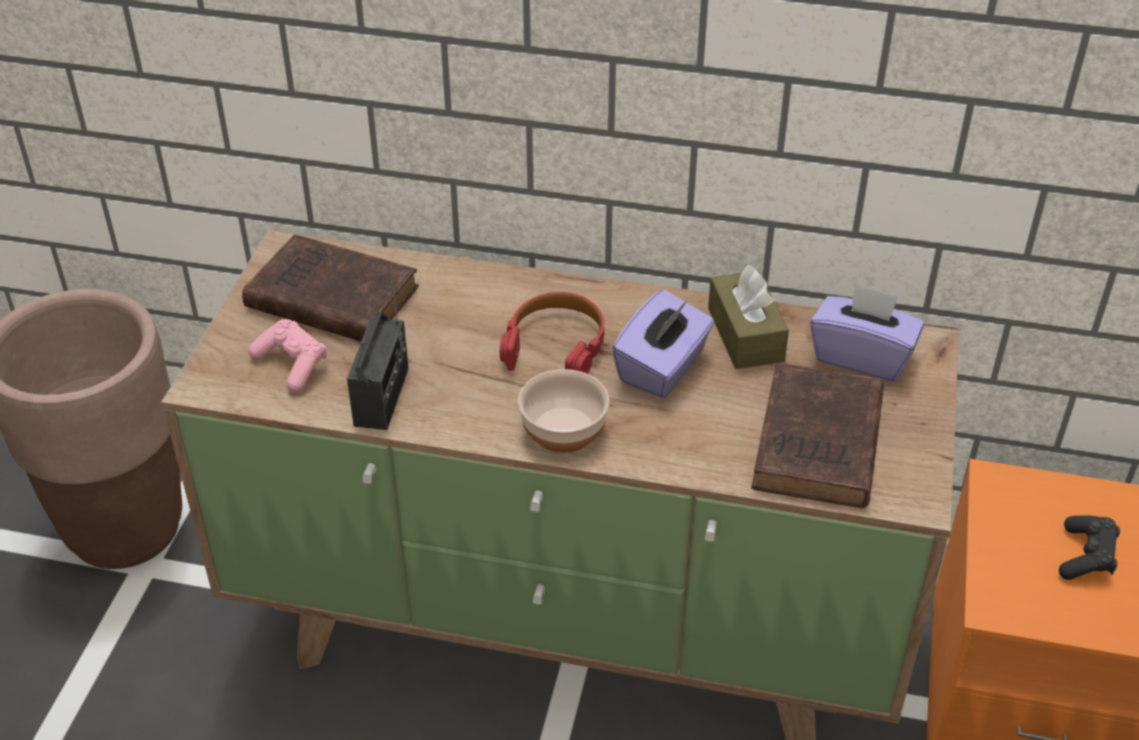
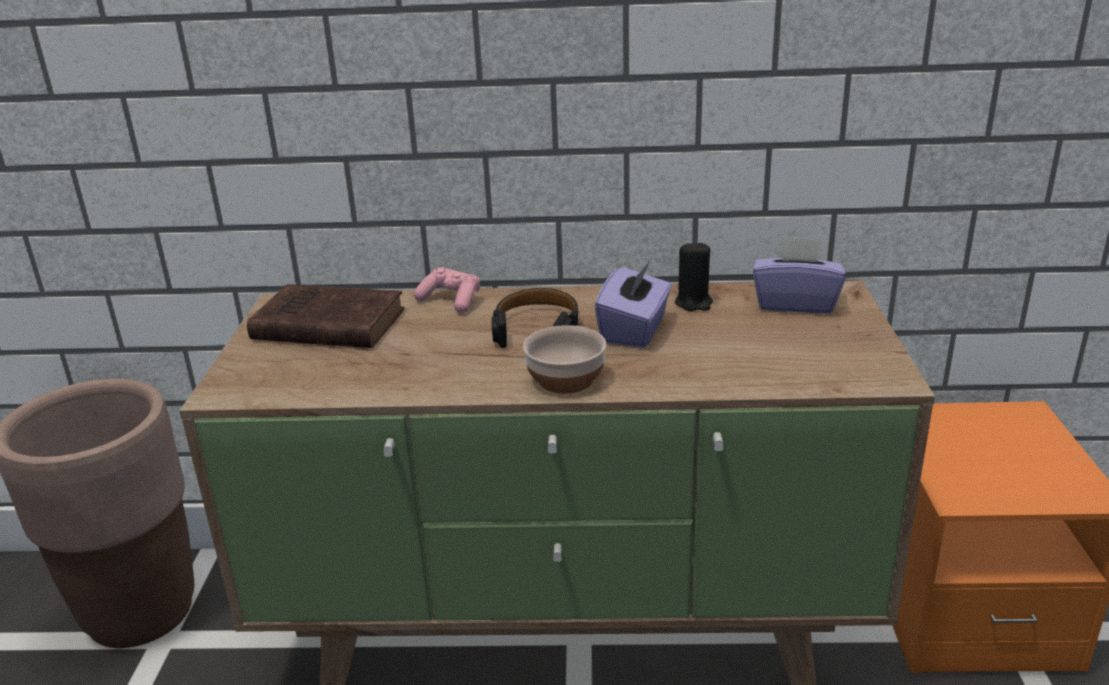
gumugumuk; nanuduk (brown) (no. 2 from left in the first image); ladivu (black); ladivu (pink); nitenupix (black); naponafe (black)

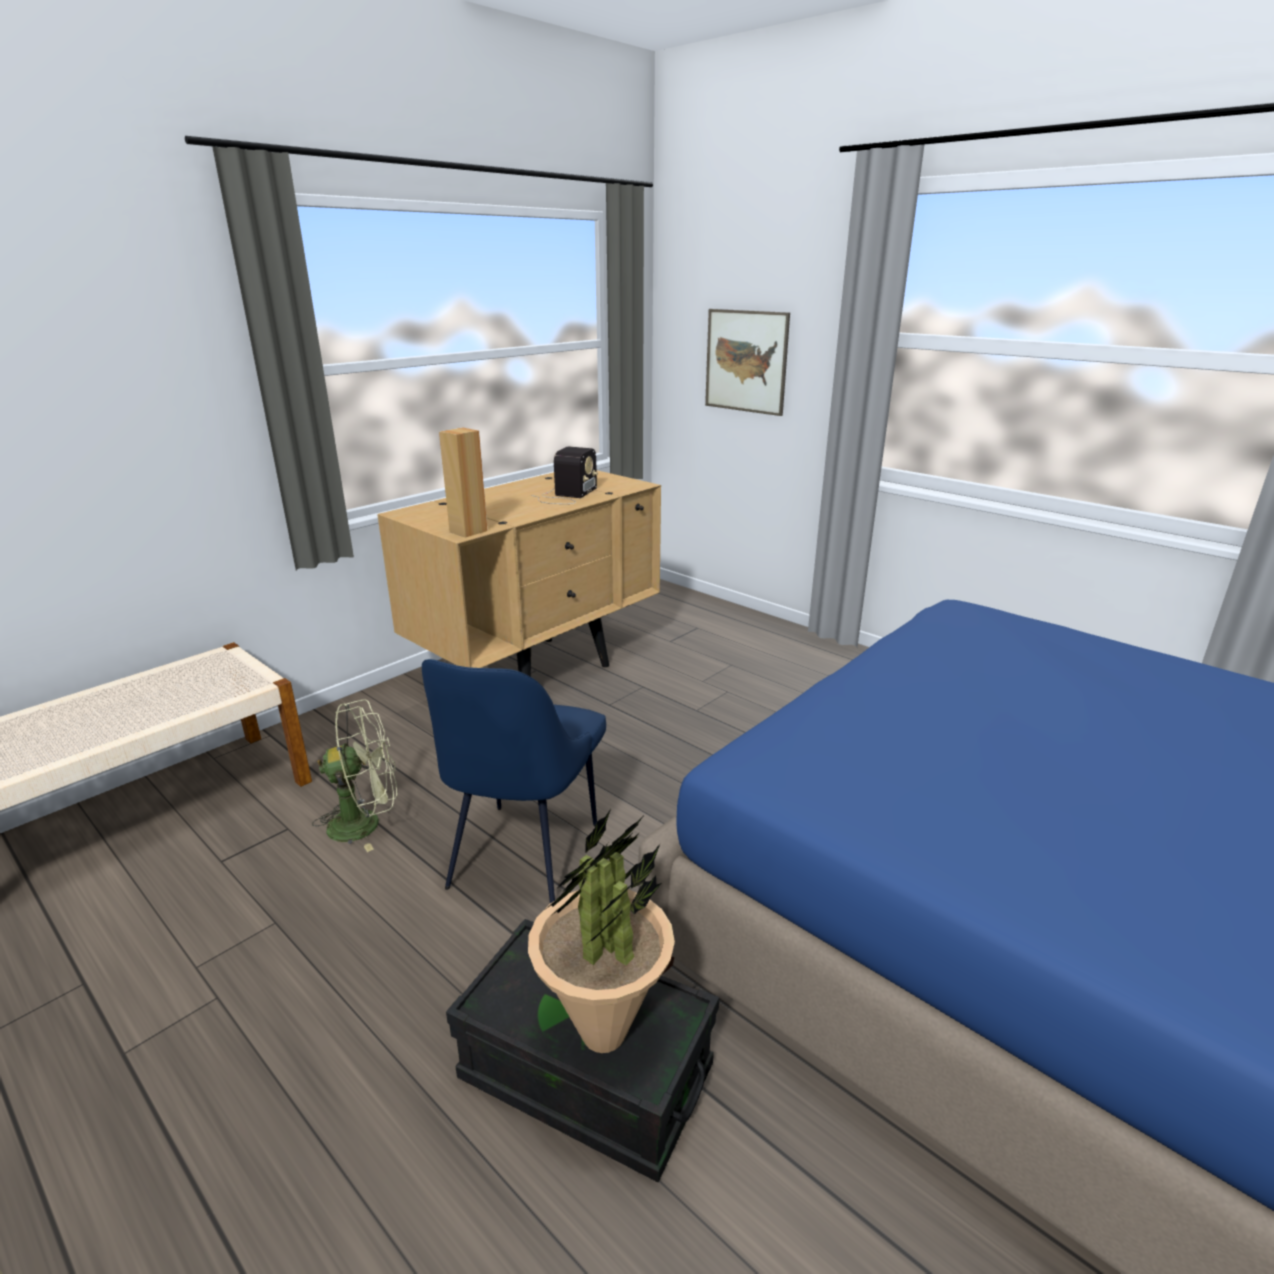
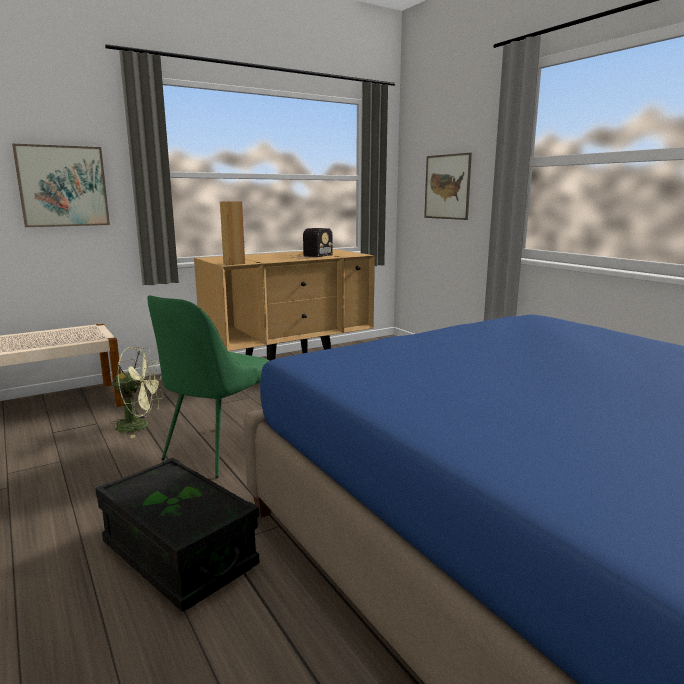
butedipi; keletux (no. 1 from left); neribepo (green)

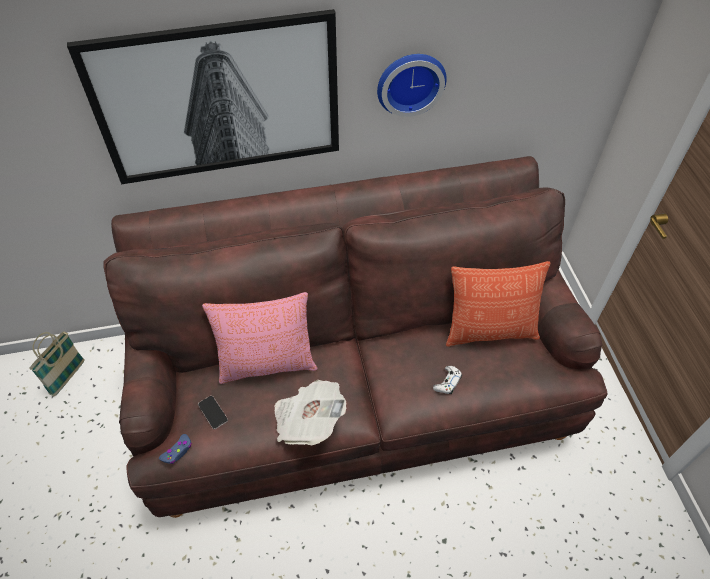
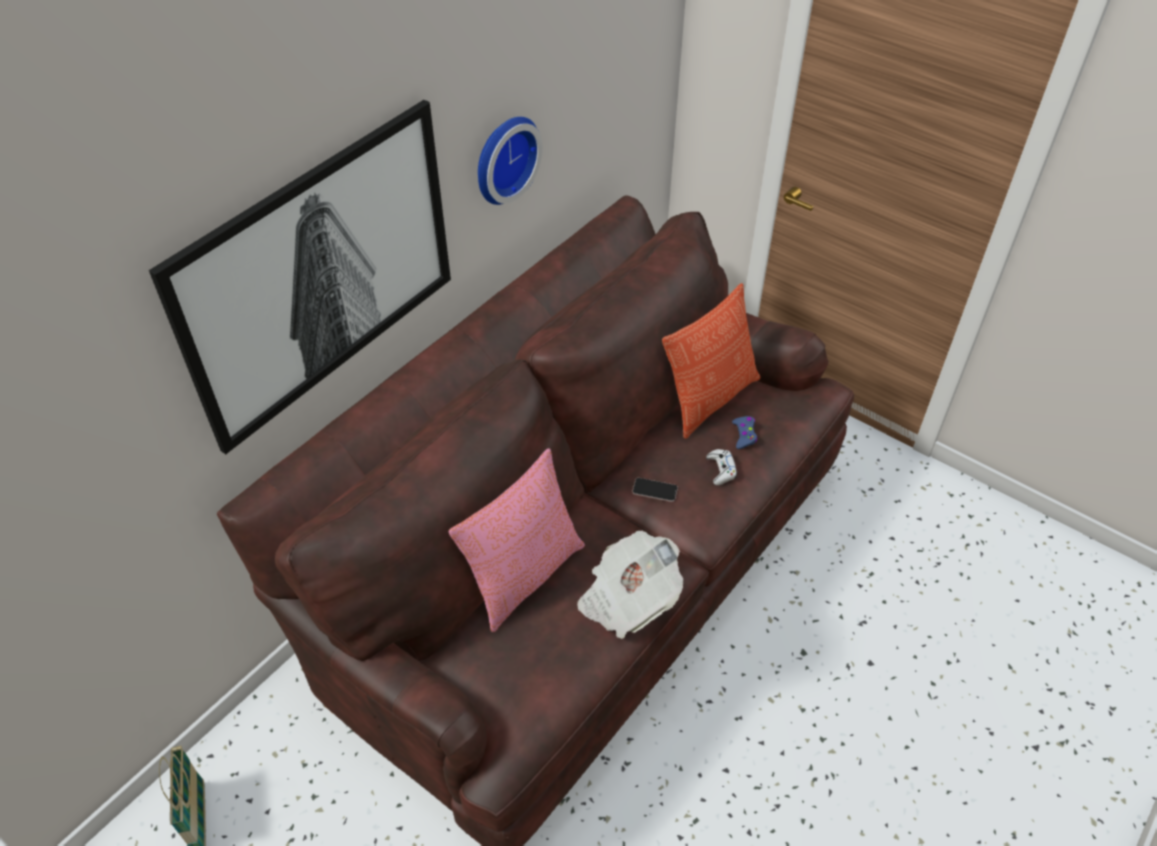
ladivu (blue); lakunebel

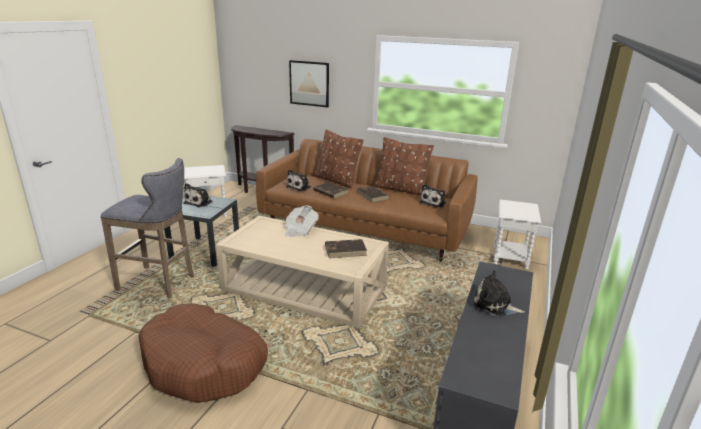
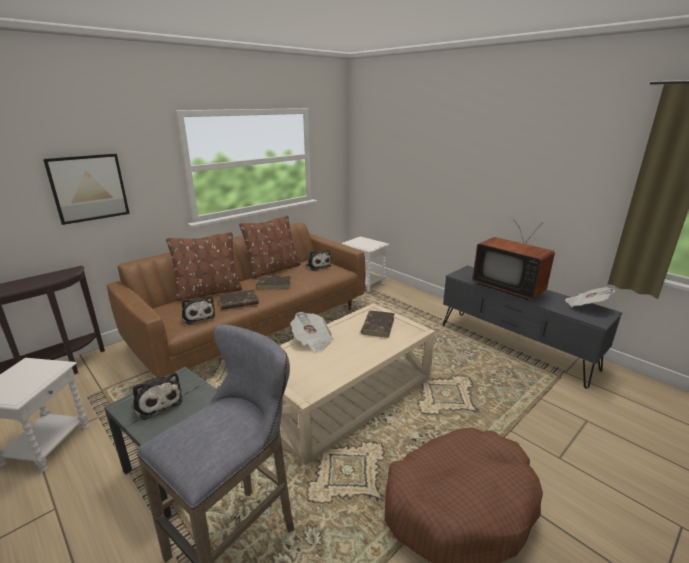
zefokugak (no. 2 from left); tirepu

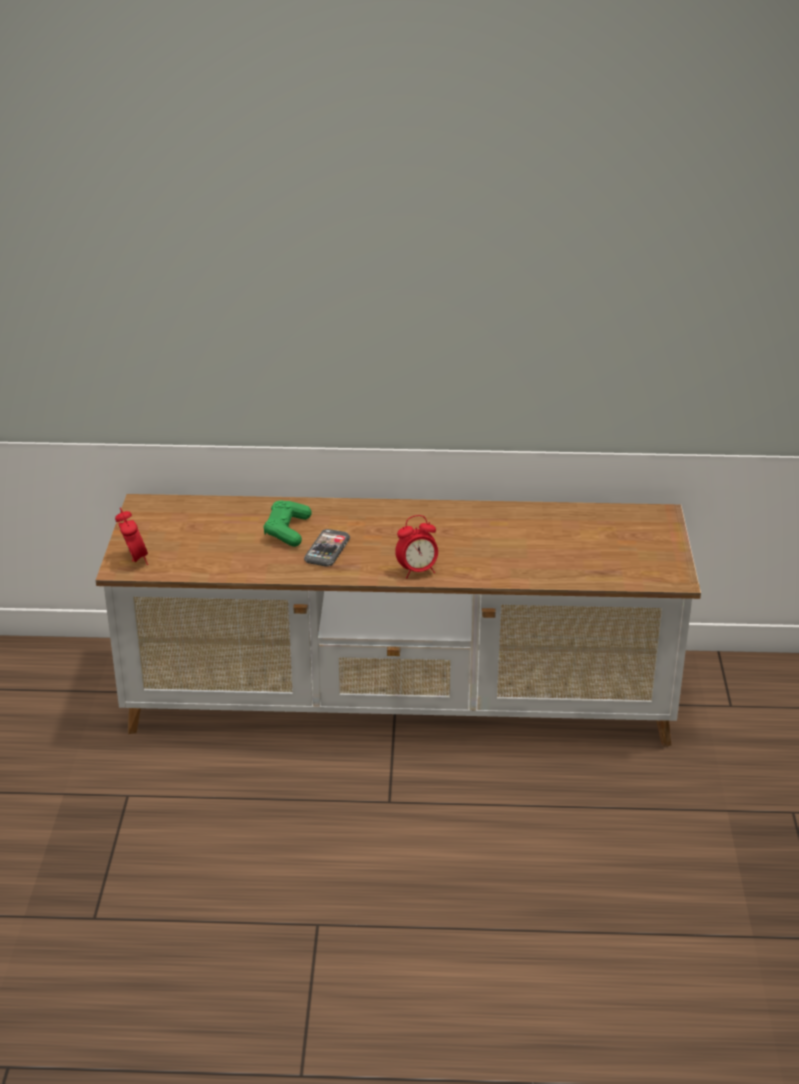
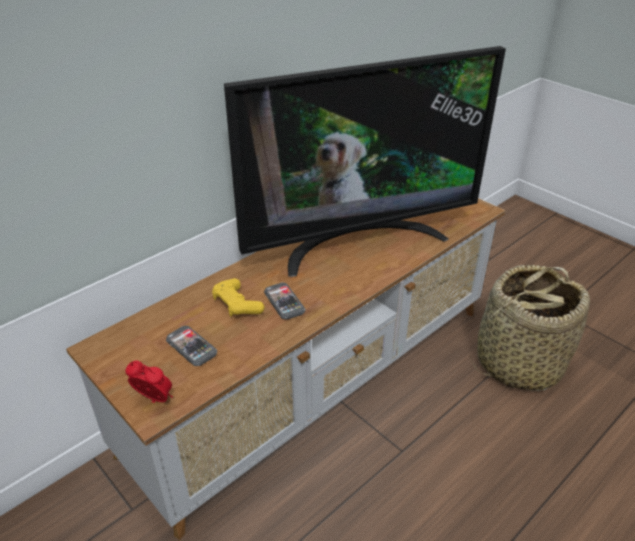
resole (no. 2 from left in the first image); lakunebel (no. 1 from left); tirepu; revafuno; ladivu (yellow)

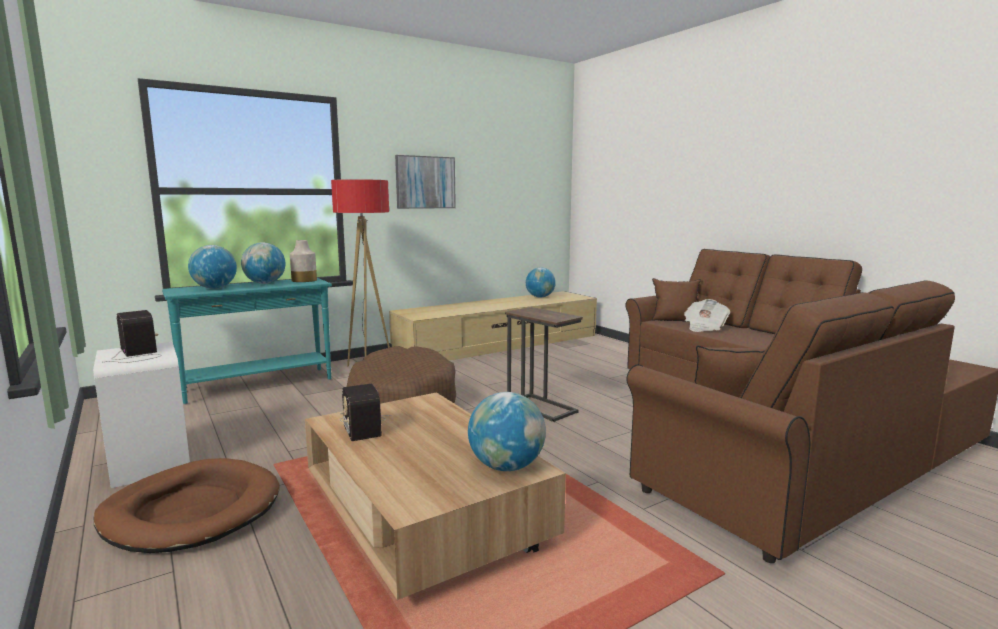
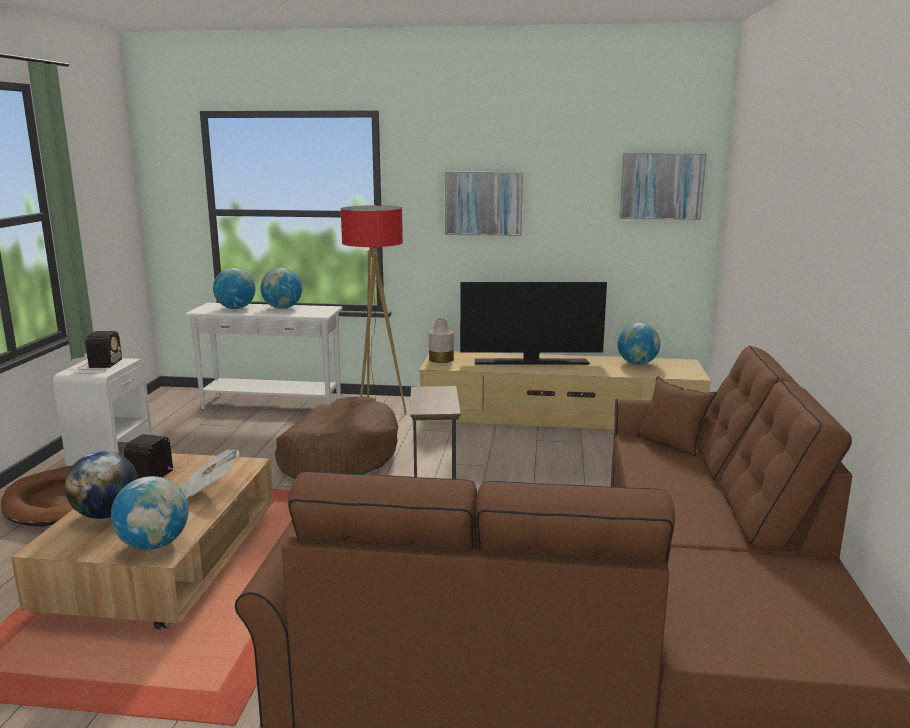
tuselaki (no. 1 from left); tirepu; keletux (no. 2 from left); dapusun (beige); zefokugak; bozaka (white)

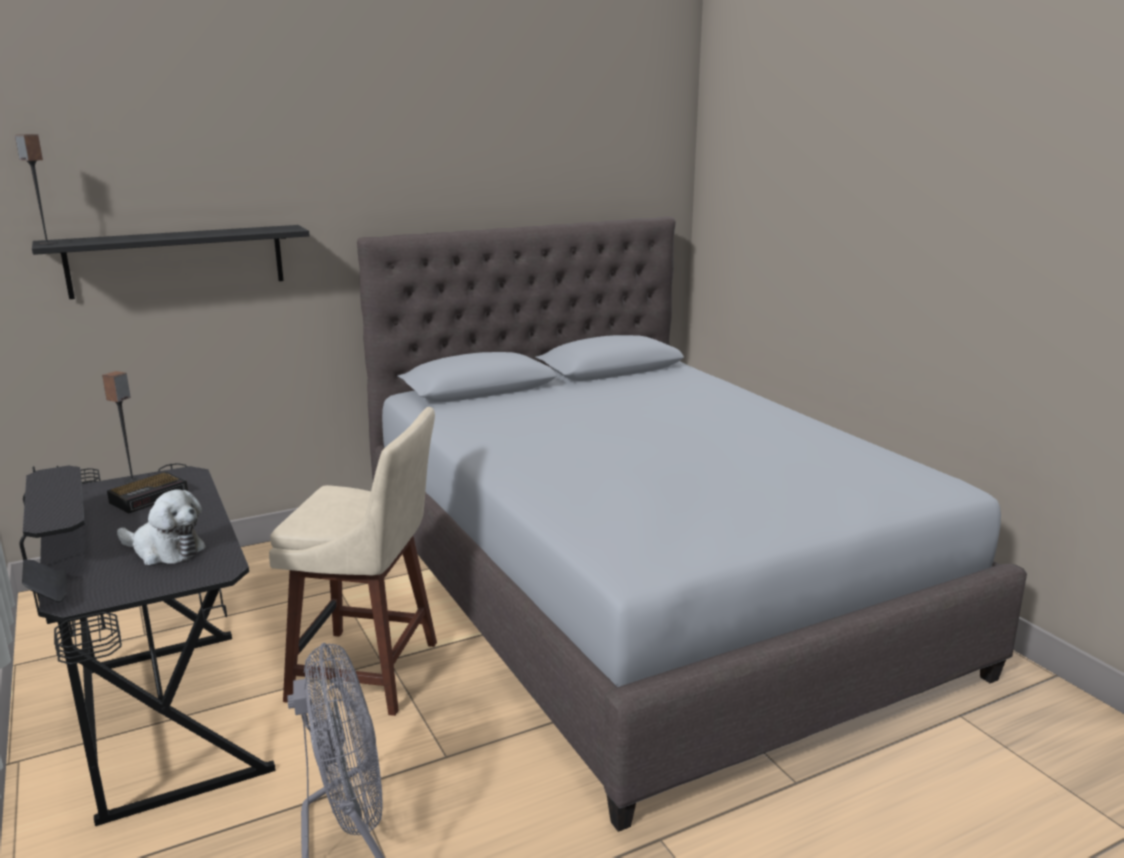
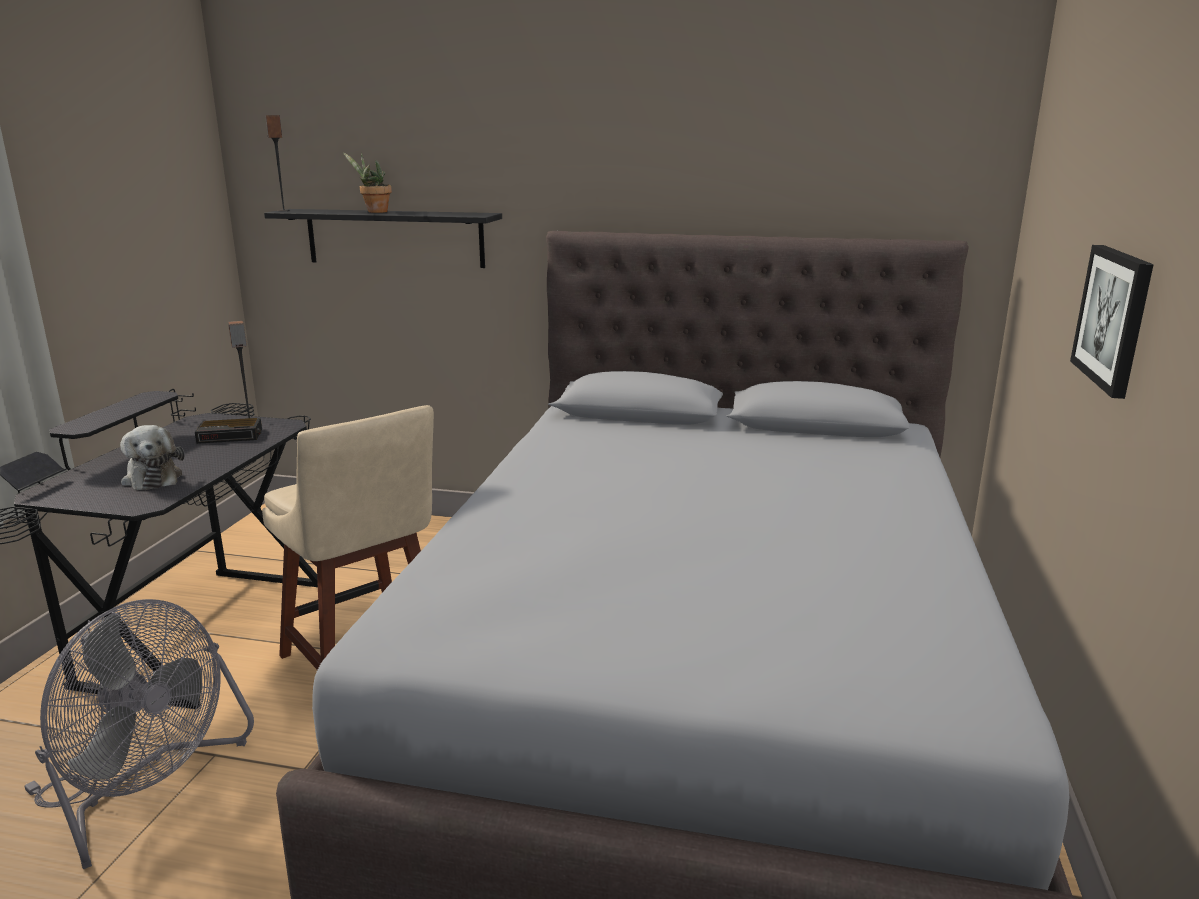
butedipi; keletux

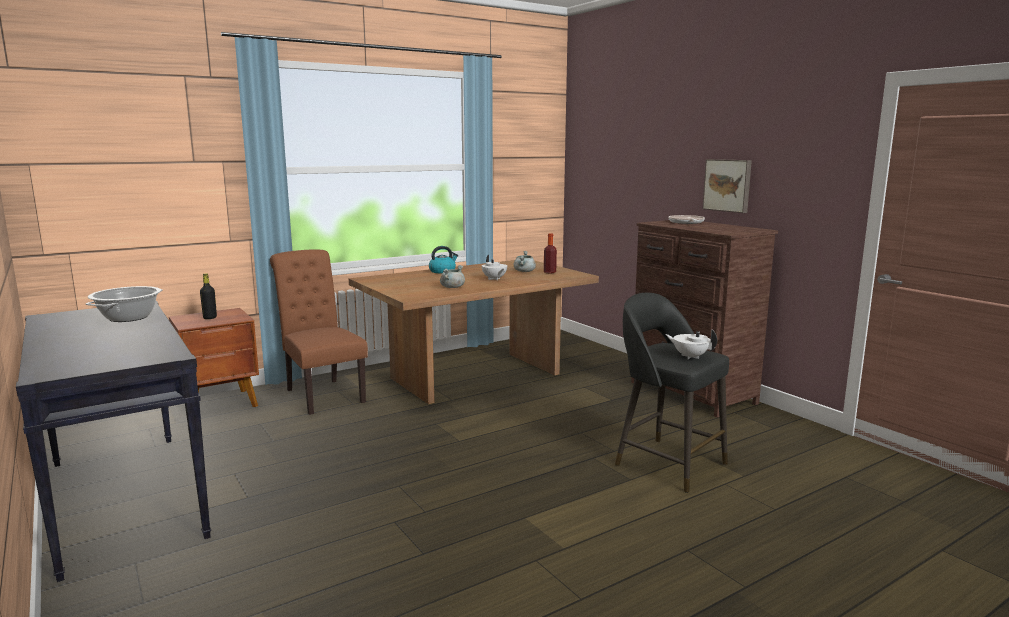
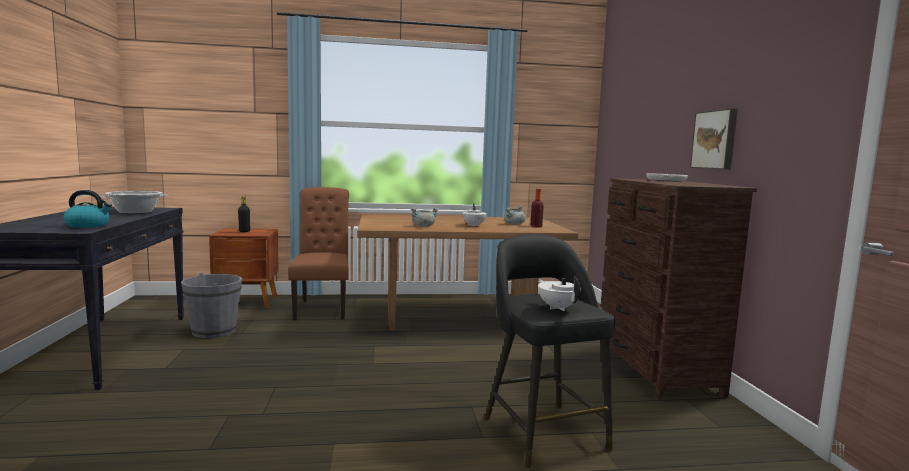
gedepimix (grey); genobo

